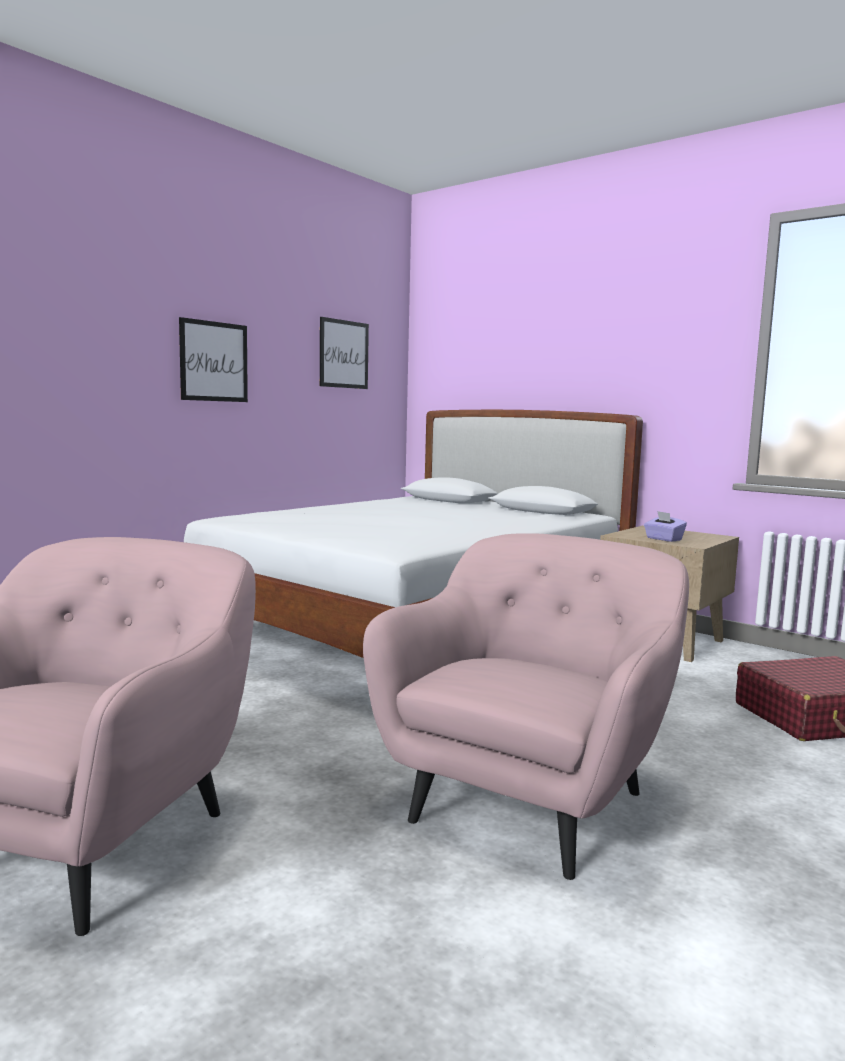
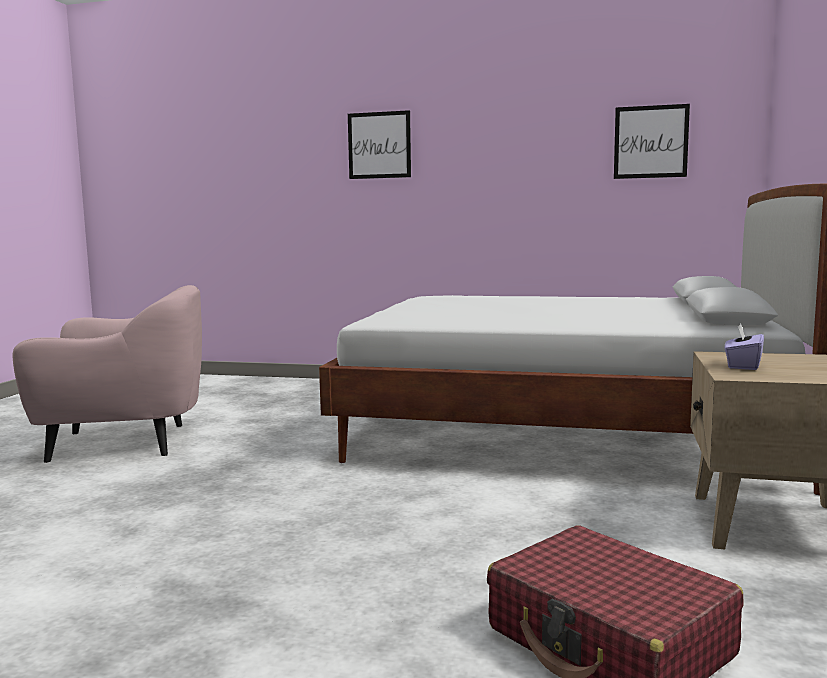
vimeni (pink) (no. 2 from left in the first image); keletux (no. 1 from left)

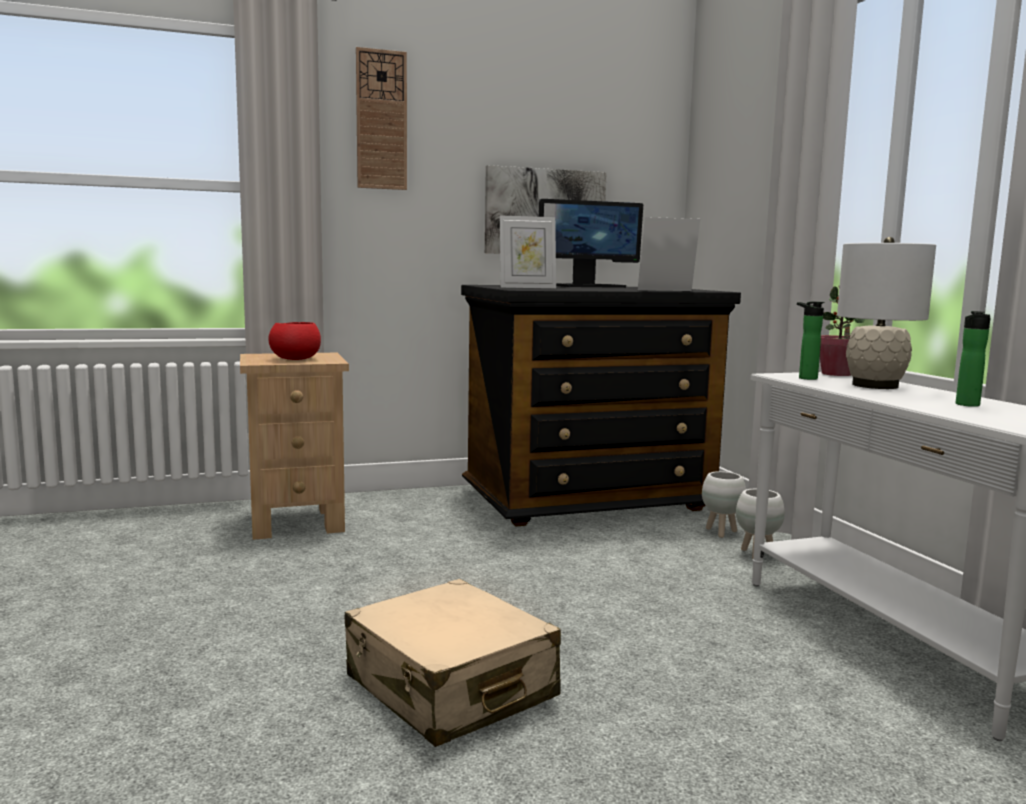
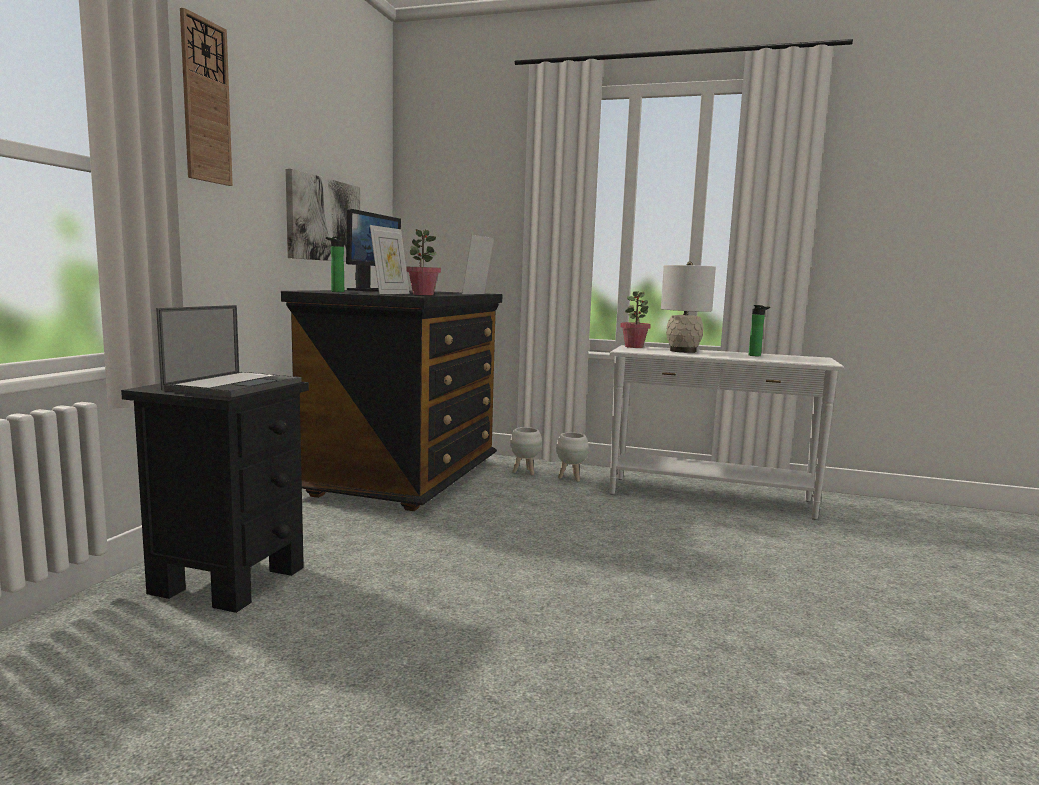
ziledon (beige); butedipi (no. 1 from left); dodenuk (no. 1 from left); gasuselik; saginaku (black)

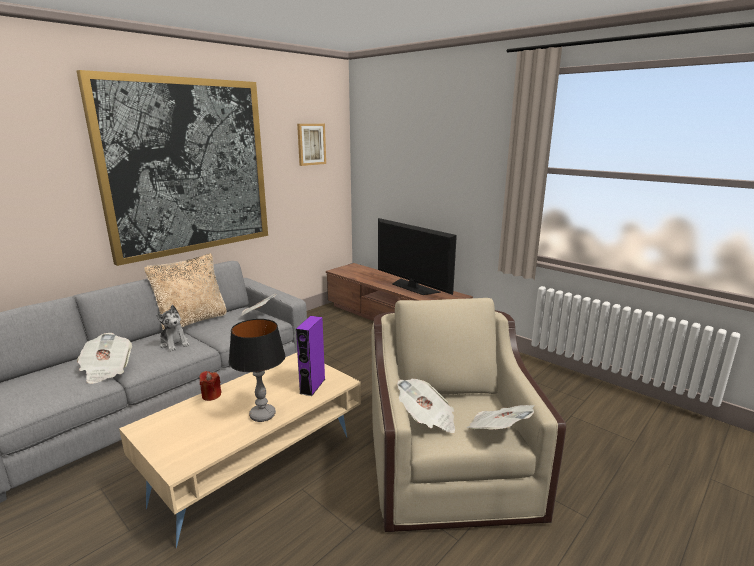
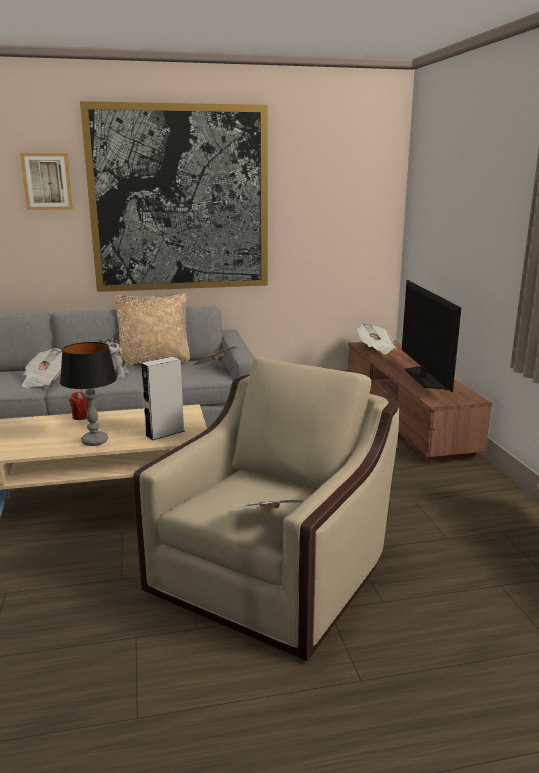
keletux (no. 1 from left); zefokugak (no. 4 from left); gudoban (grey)

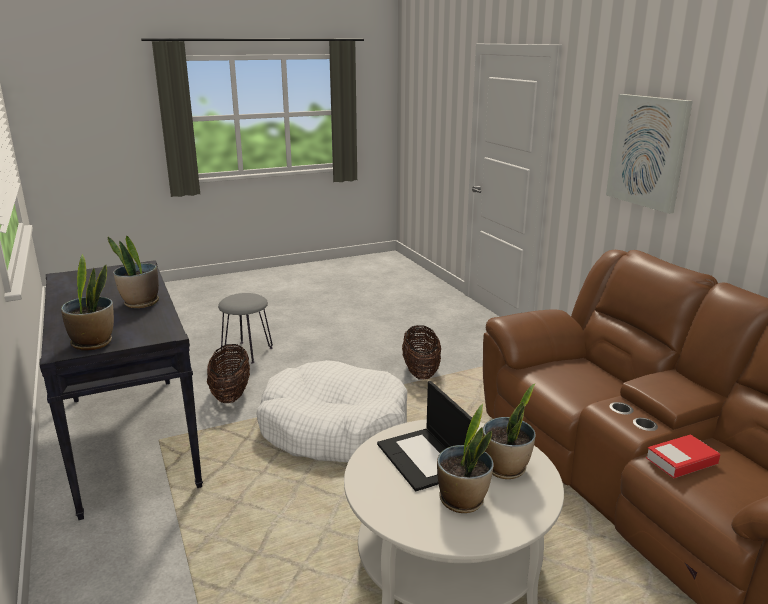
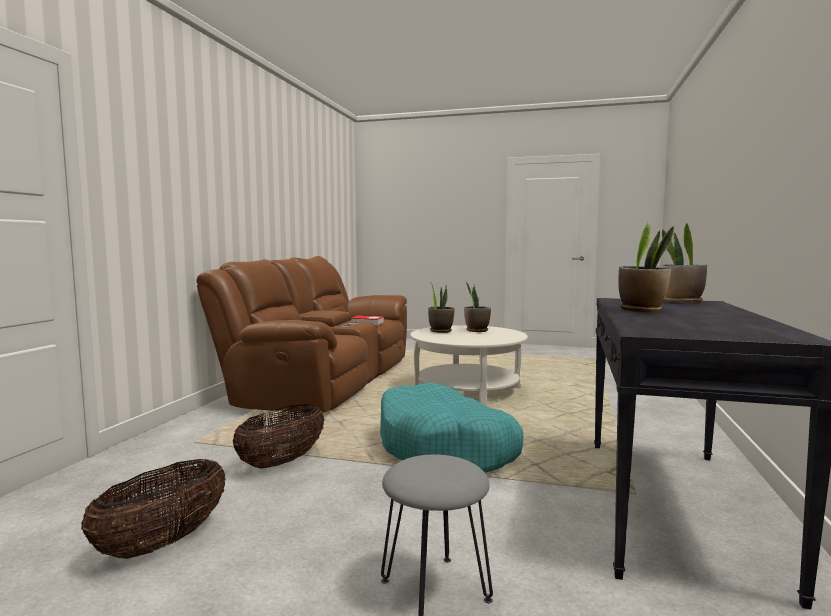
gasuselik; keletux; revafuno (no. 1 from left); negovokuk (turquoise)

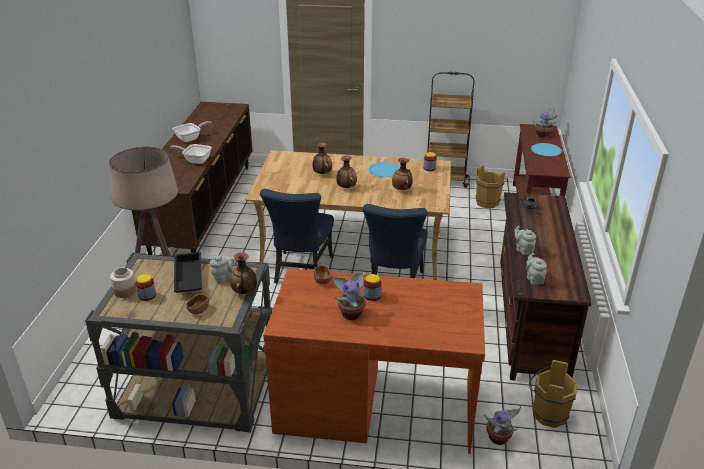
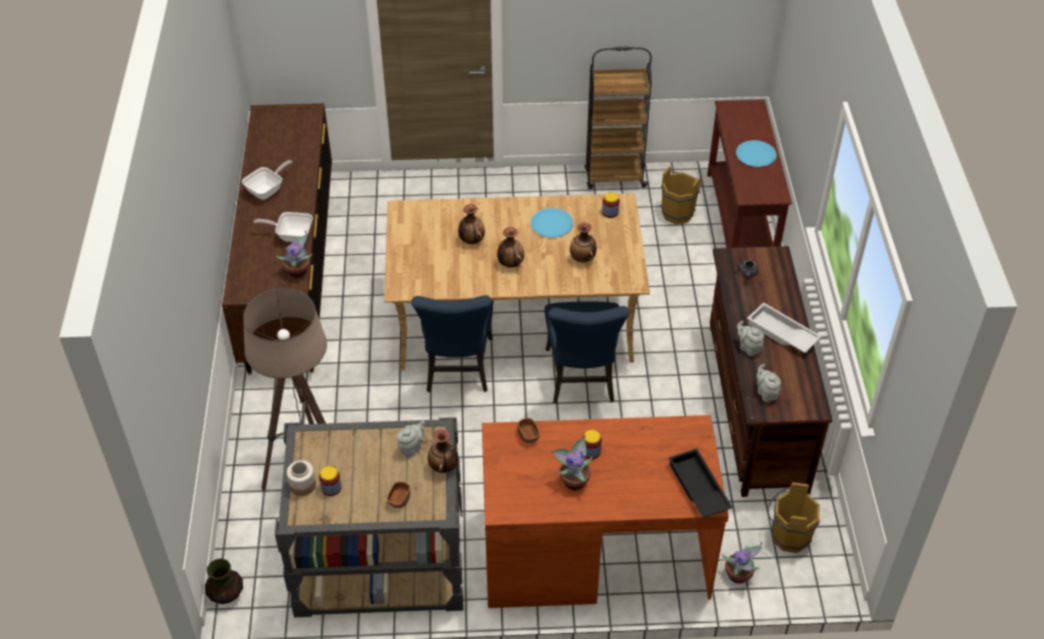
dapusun (no. 1 from left); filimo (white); filimo (black); butedipi (no. 1 from left)

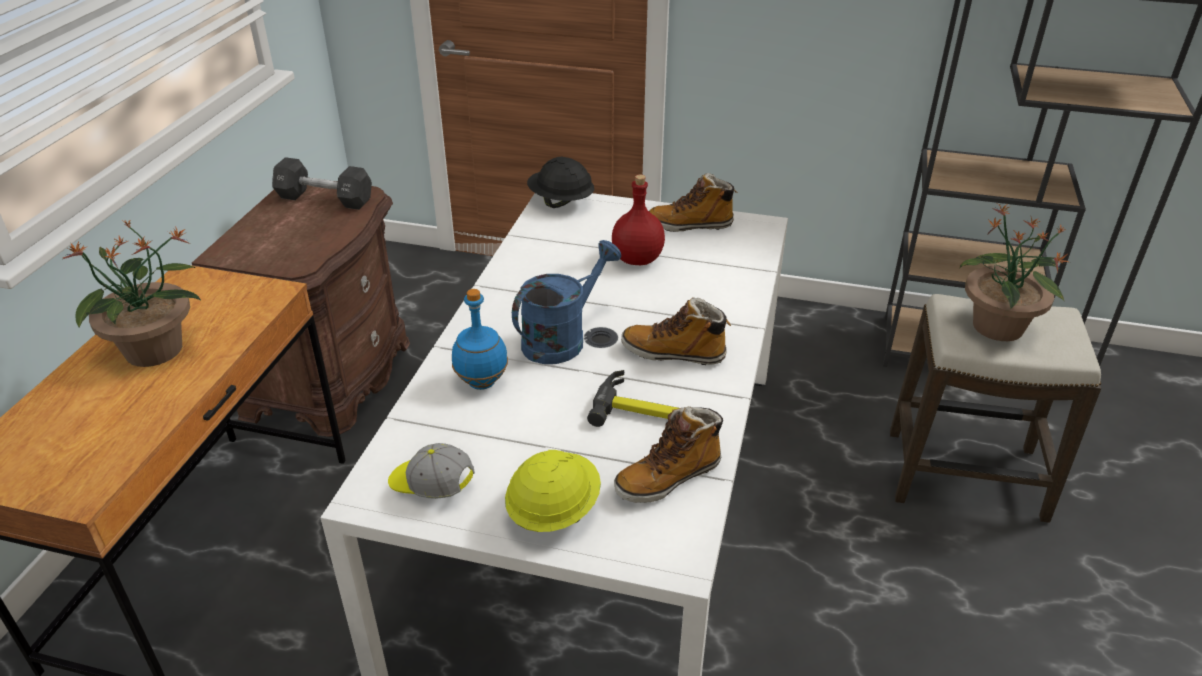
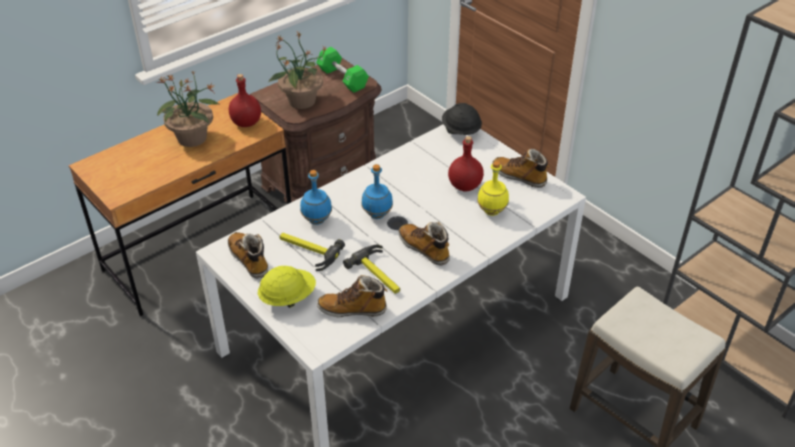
dodenuk (red) (no. 1 from left); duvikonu (no. 1 from left); dodenuk (yellow); butedipi (no. 2 from left); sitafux (no. 1 from left); dodenuk (blue) (no. 2 from left); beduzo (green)

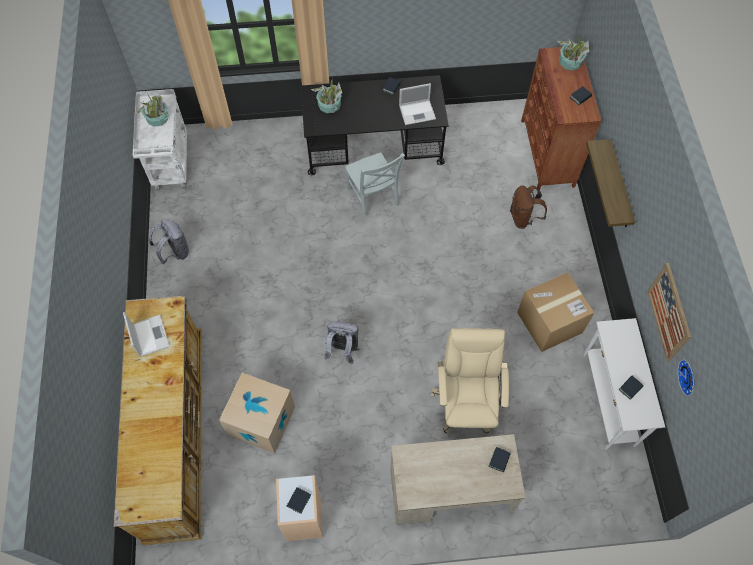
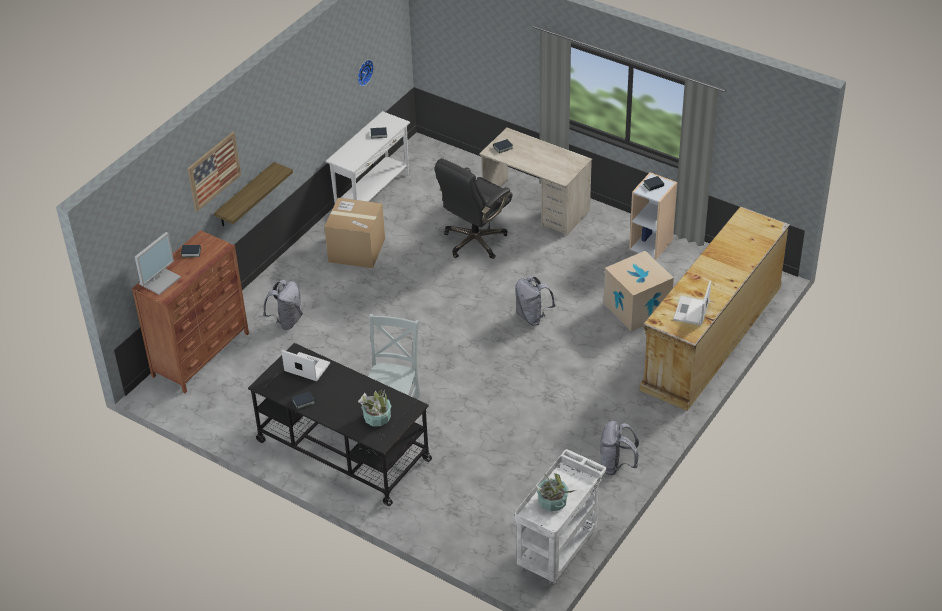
keletux; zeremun; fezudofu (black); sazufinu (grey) (no. 1 from left)

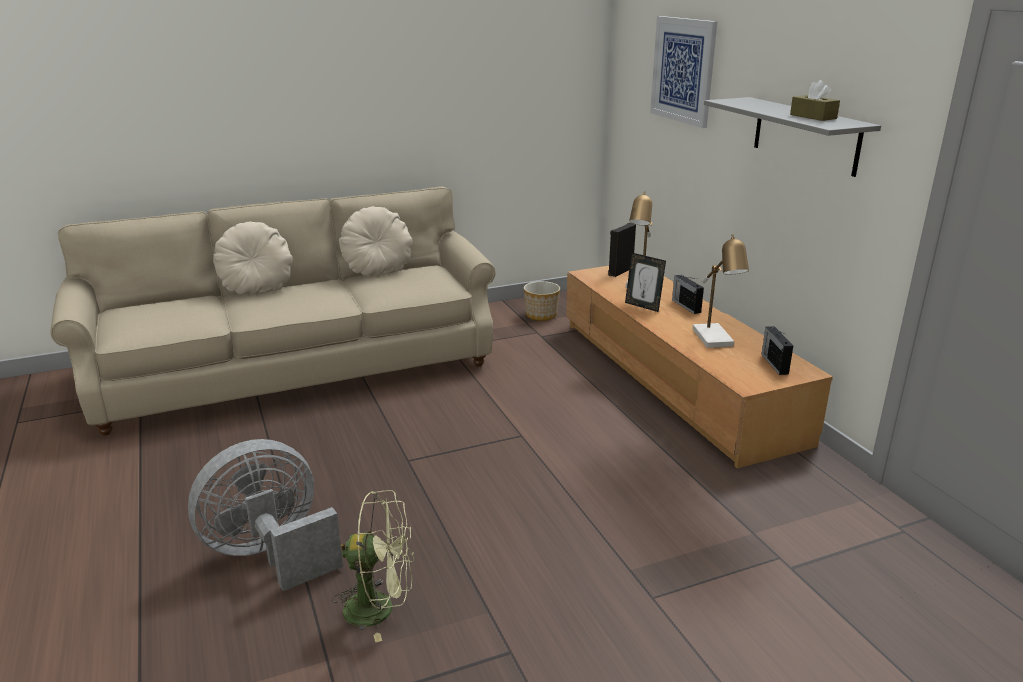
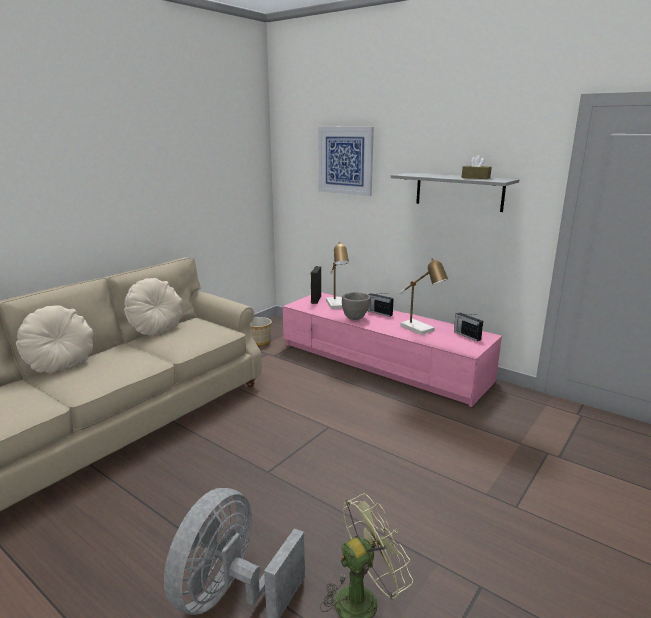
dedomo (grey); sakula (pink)

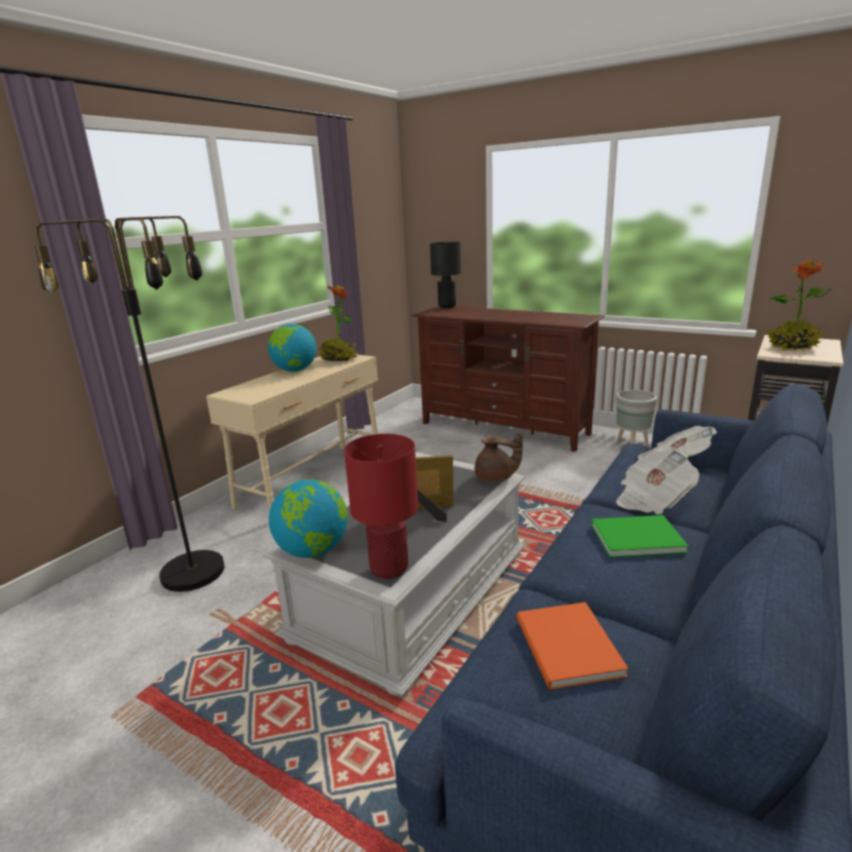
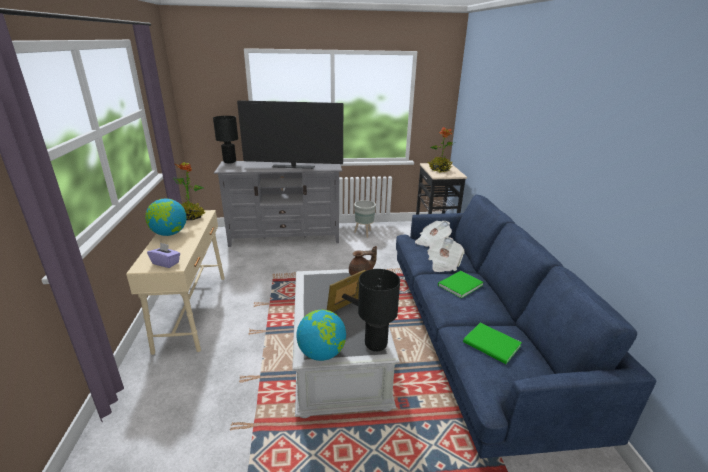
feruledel; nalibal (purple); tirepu; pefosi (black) (no. 2 from left); sakula (grey); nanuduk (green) (no. 2 from left)

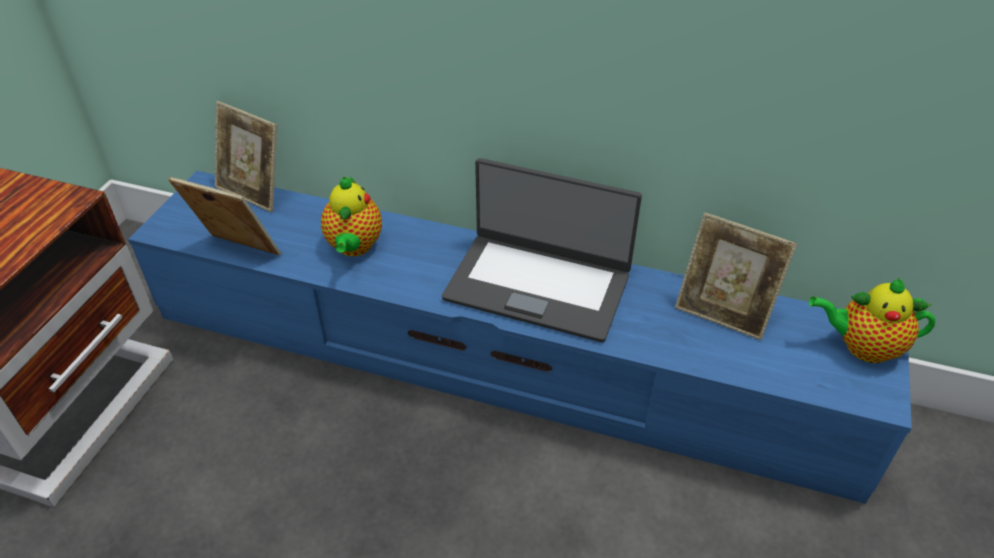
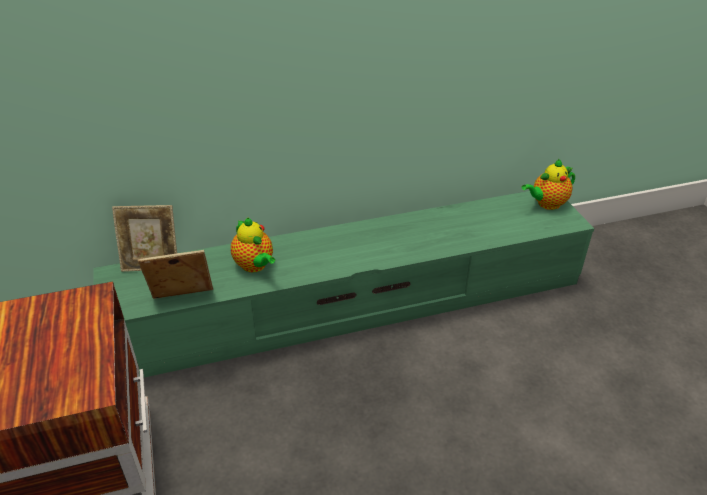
gasuselik; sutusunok (no. 3 from left in the first image); sakula (green)

